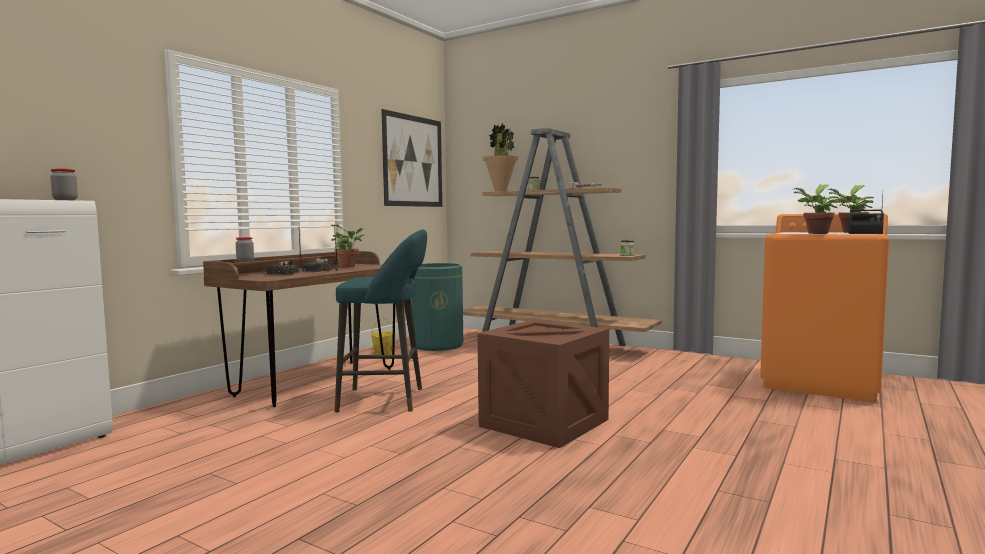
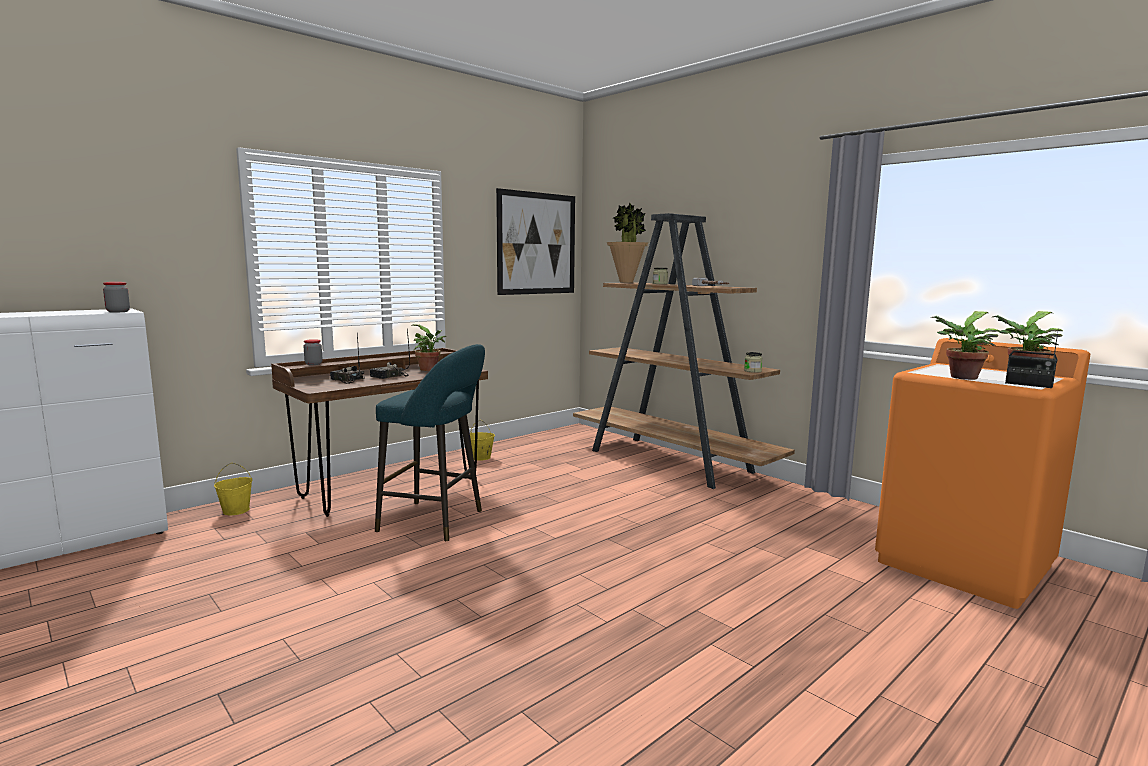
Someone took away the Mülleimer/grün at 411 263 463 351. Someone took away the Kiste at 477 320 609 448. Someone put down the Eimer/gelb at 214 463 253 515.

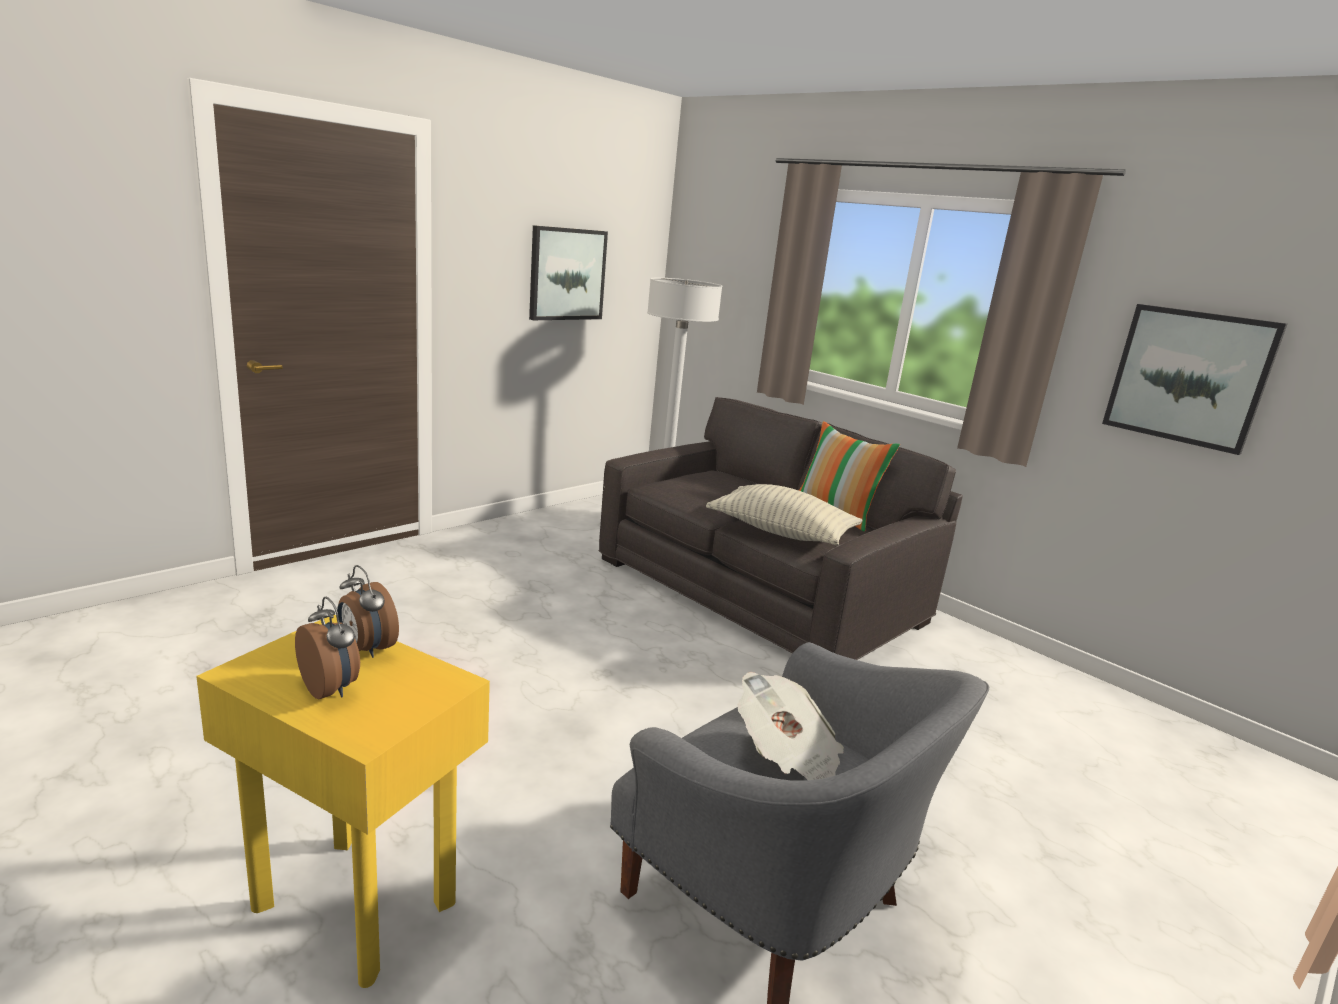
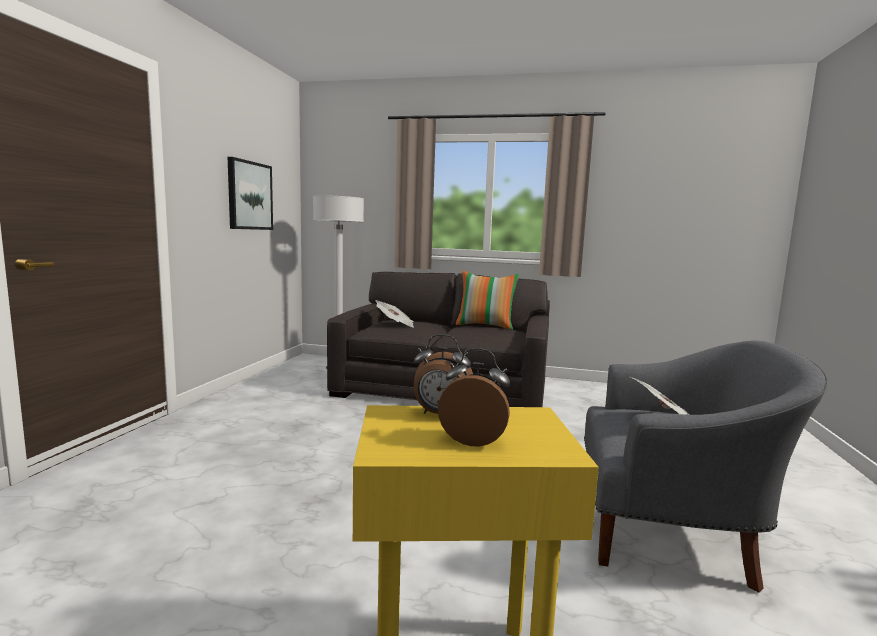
Someone took away the Kissen at 706 484 863 546. Someone took away the Bild at 1102 304 1287 455. Someone put down the Zeitung at 375 300 414 328.

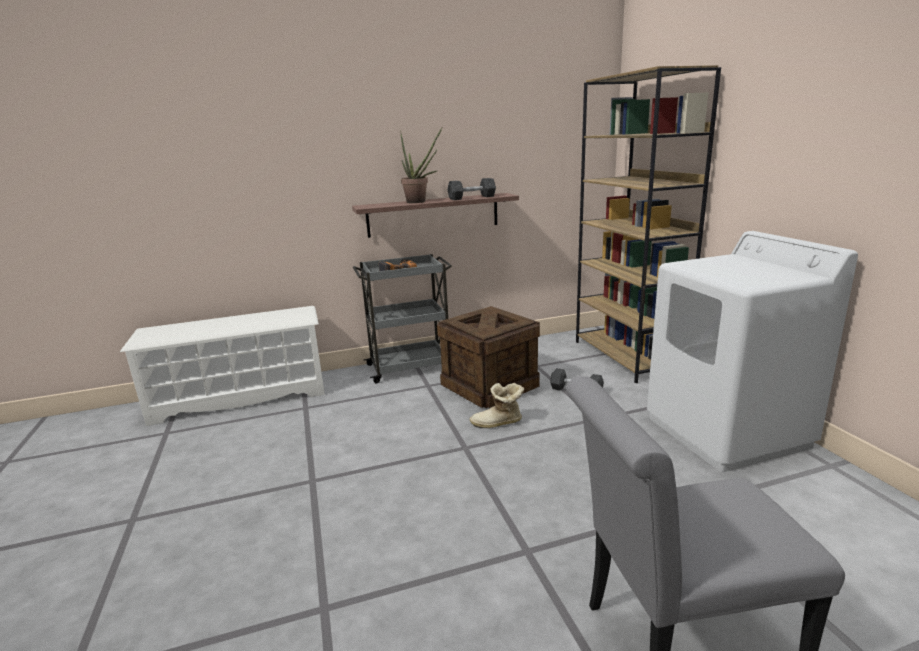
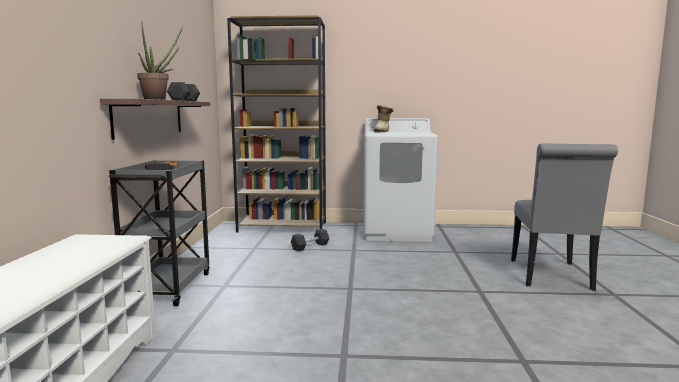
Someone took away the Kiste at 437 306 540 408. Someone carried the Stiefel from 470 383 524 428 to 374 105 394 133.

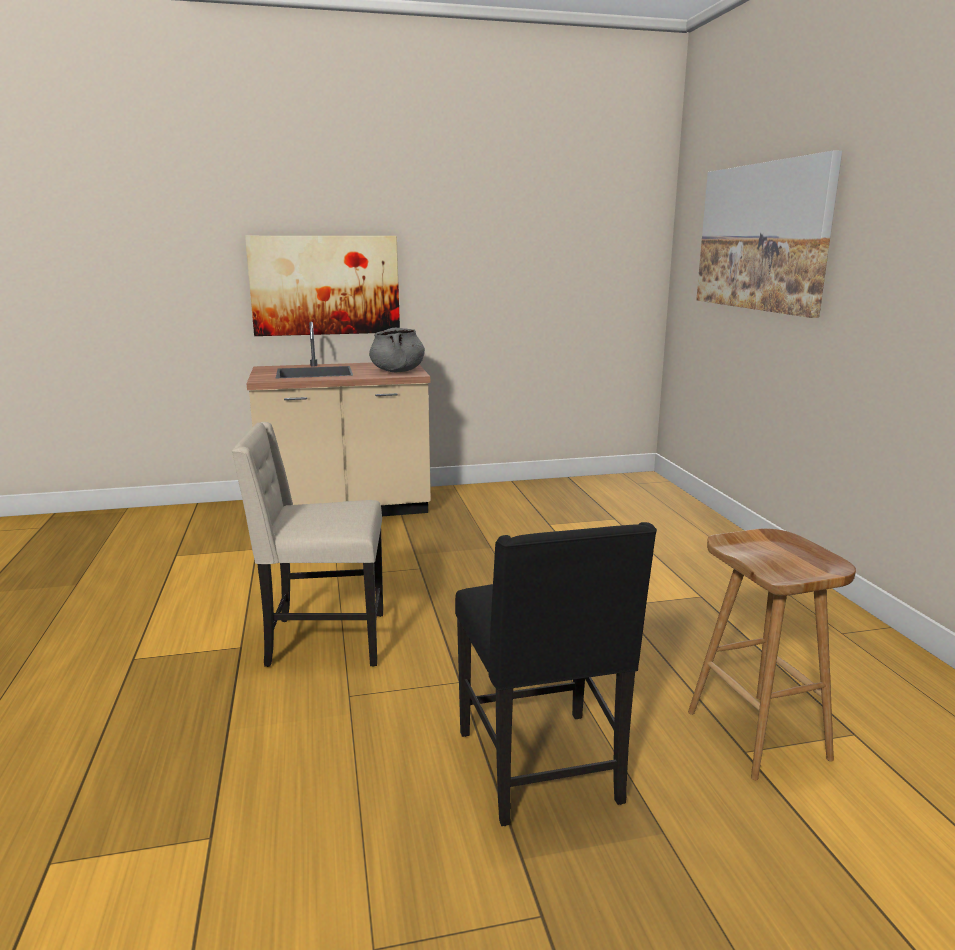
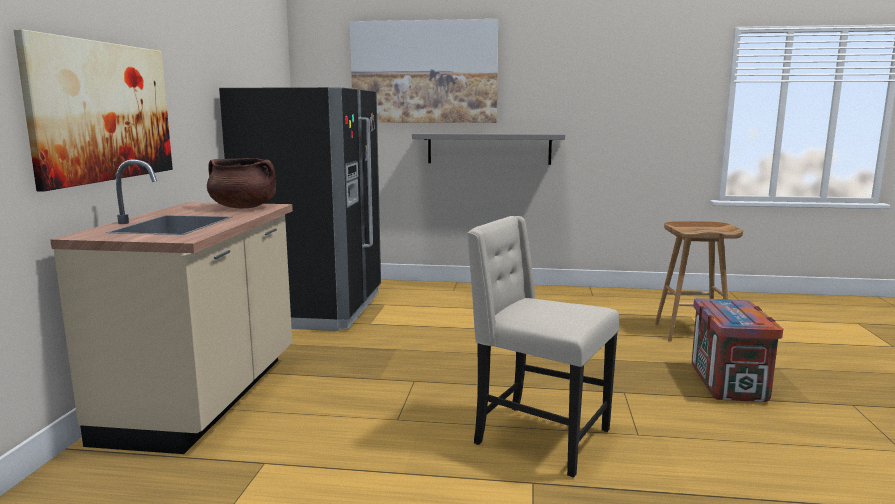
Someone rotated the Stuhl/beige at 232 422 383 667 by 105 degrees clockwise. Someone repainted the Kochtopf/grau at 369 327 425 372, which became the Kochtopf/braun at 207 158 276 208. Someone swapped the Stuhl/schwarz at 455 522 657 826 for the Kiste at 692 298 783 402. Someone put down the Kühlschrank/schwarz at 219 87 381 331. Someone put up the Wandregal/grau at 412 133 565 165.

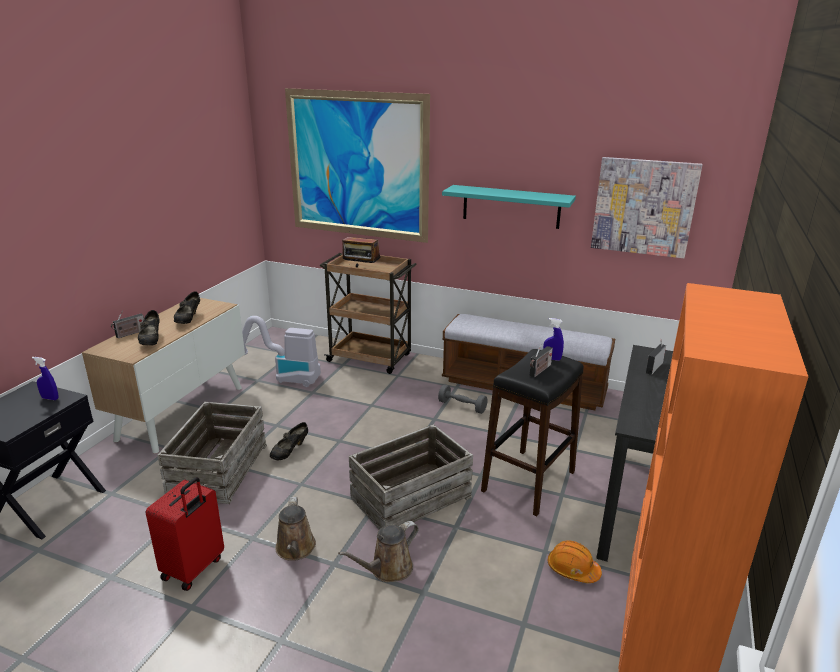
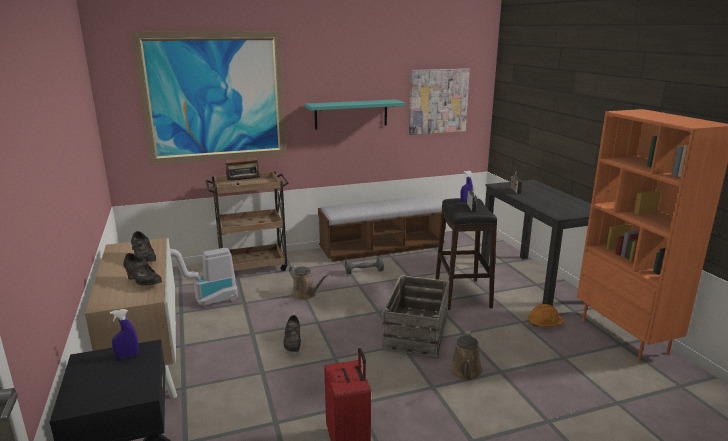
Someone took away the Radio at 111 311 144 338. Someone took away the Kiste at 157 402 267 504. Someone carried the Gießkanne/braun from 275 497 316 561 to 289 265 328 300.

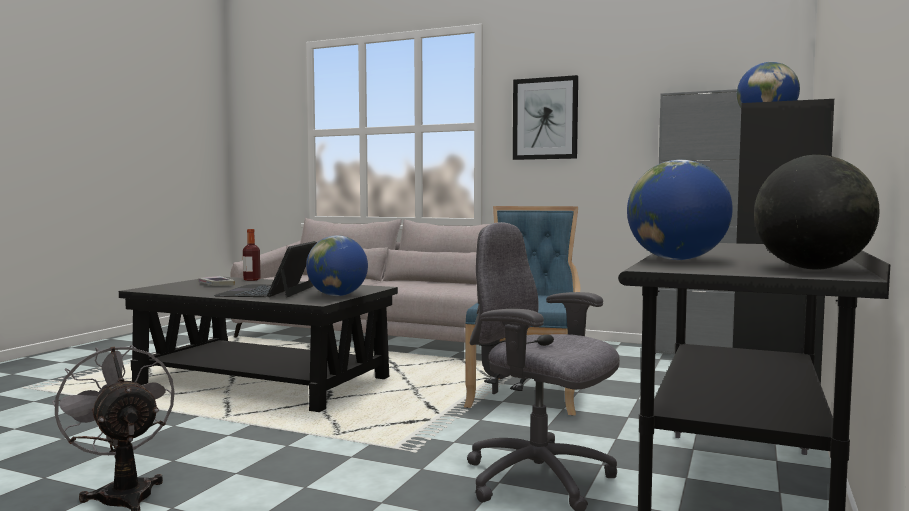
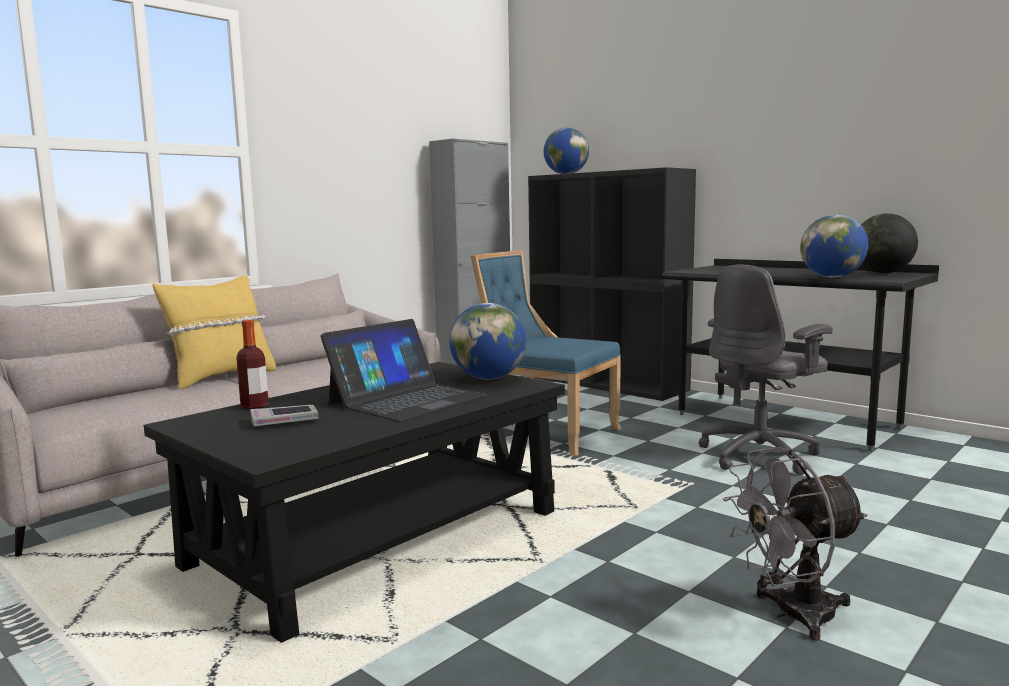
Someone rotated the Laptop at 214 241 317 298 by 75 degrees counterclockwise. Someone took away the Bild at 513 75 578 160. Someone put down the Kissen/gelb at 153 276 276 390.

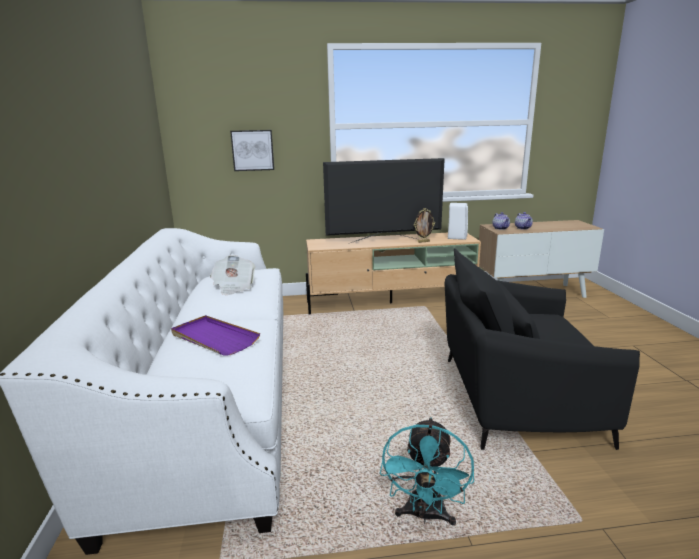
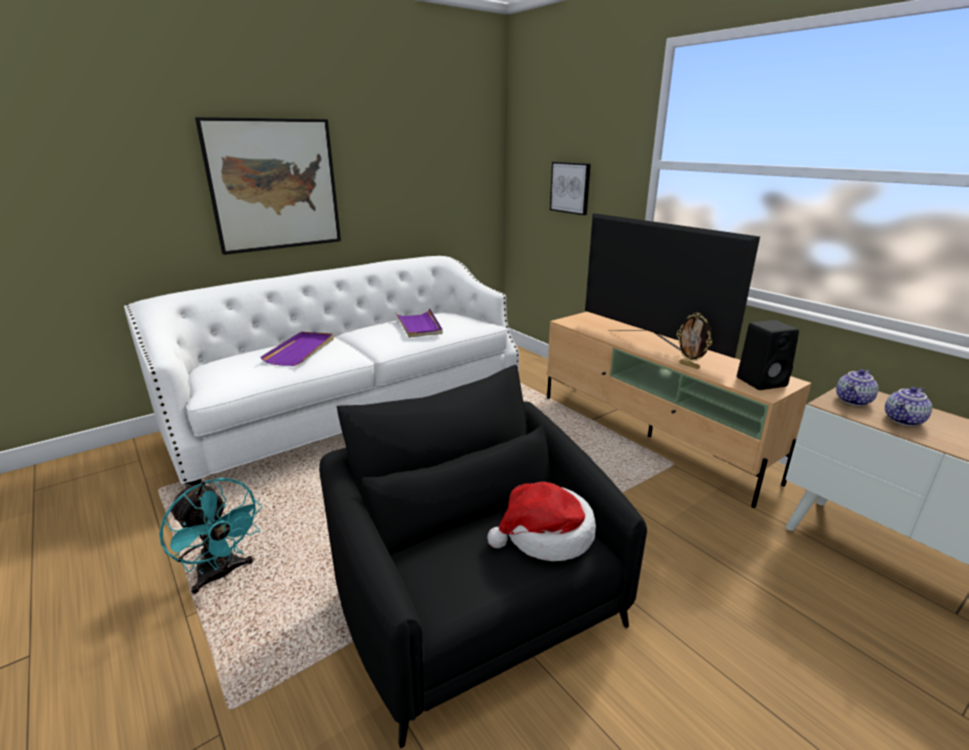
Someone swapped the Zeitung at 210 255 255 295 for the Tablett/lila at 395 308 443 338. Someone rotated the Ventilator/türkis at 380 417 474 525 by 120 degrees counterclockwise. Someone repainted the Lautsprecher/weiß at 448 203 468 240, which became the Lautsprecher/schwarz at 737 320 799 390. Someone put up the Bild at 195 117 341 255. Someone put down the Hut at 487 482 596 561.

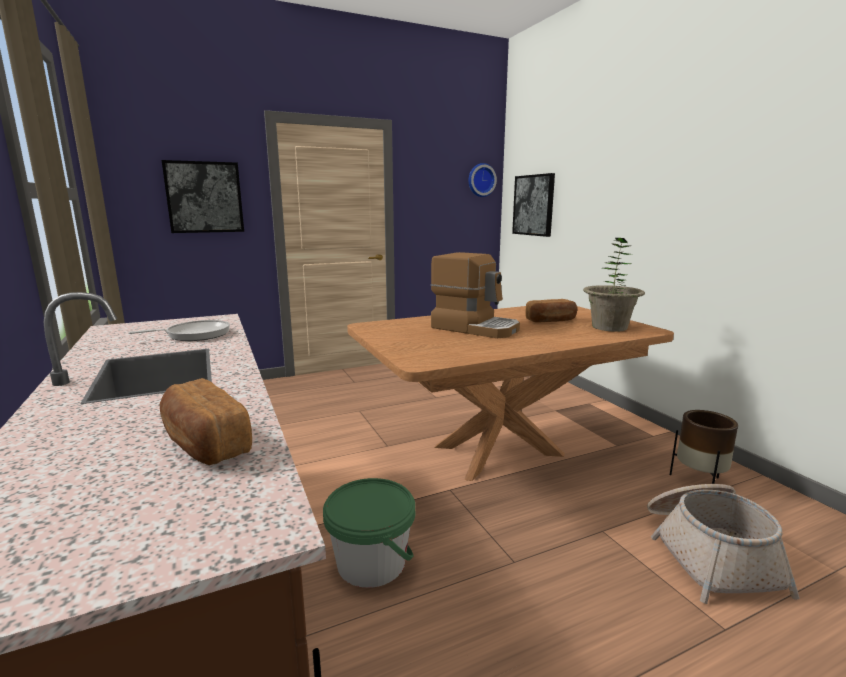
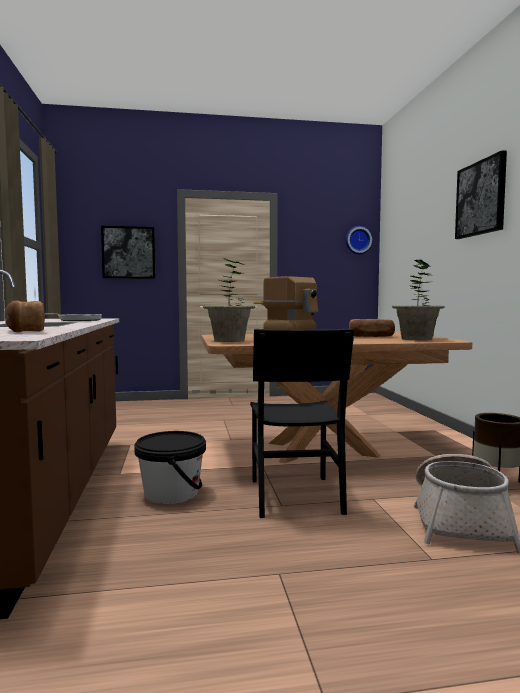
Someone repainted the Eimer/grün at 323 478 415 588, which became the Eimer/schwarz at 134 431 206 504. Someone carried the Bild from 512 173 555 237 to 455 150 507 239. Someone put down the Topfpflanze at 203 258 255 342. Someone put down the Stuhl/schwarz at 250 328 354 518.

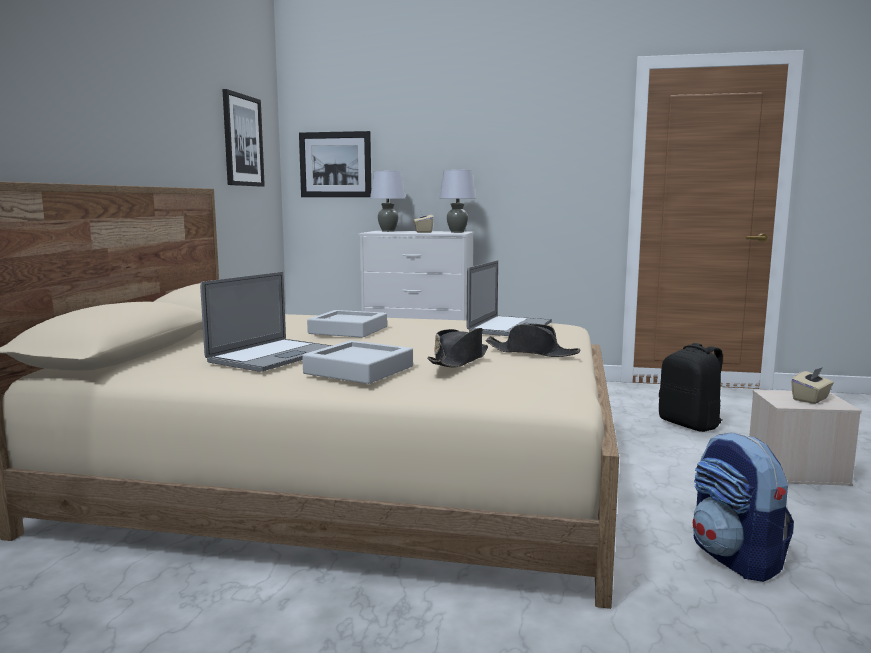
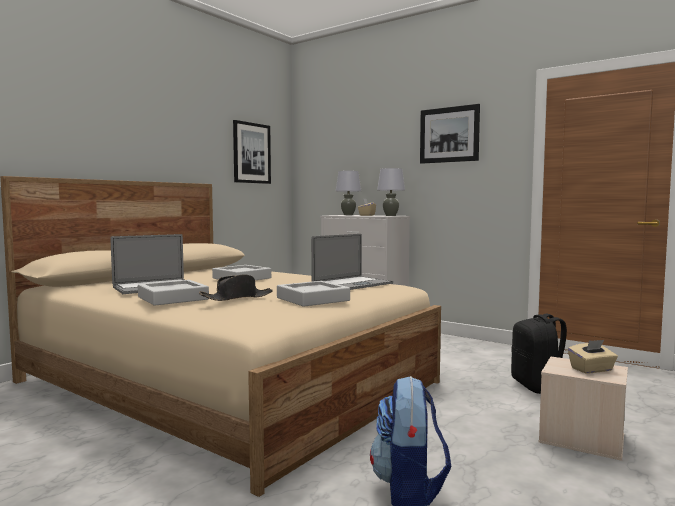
Someone carried the Bild from 299 131 371 197 to 420 104 480 164. Someone swapped the Hut/schwarz at 486 324 580 357 for the Tablett/grau at 277 281 350 307.

